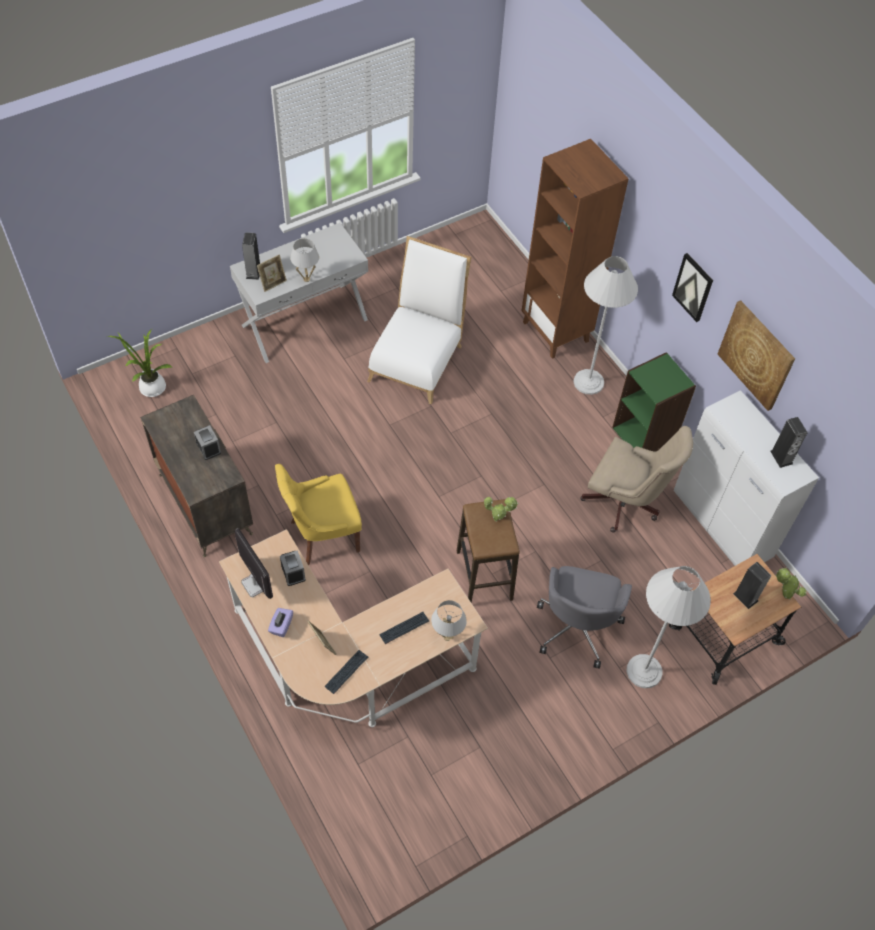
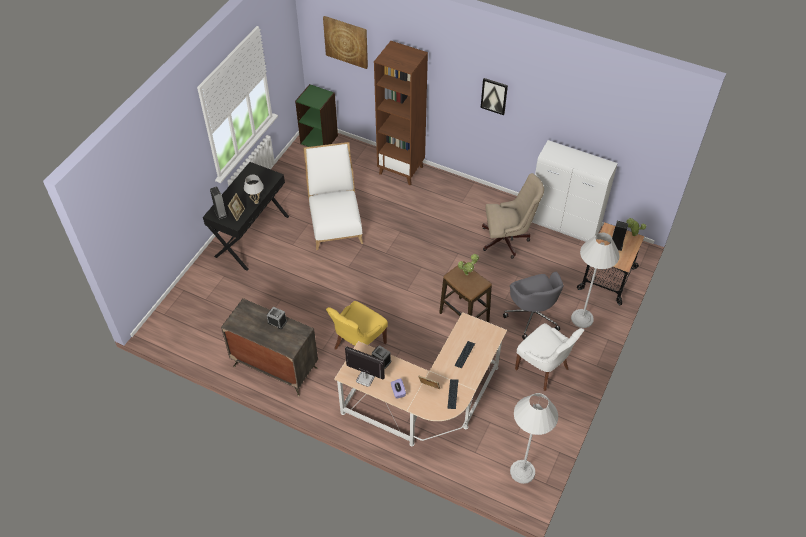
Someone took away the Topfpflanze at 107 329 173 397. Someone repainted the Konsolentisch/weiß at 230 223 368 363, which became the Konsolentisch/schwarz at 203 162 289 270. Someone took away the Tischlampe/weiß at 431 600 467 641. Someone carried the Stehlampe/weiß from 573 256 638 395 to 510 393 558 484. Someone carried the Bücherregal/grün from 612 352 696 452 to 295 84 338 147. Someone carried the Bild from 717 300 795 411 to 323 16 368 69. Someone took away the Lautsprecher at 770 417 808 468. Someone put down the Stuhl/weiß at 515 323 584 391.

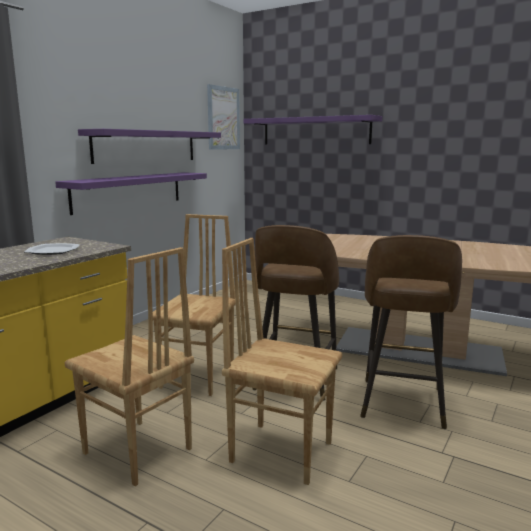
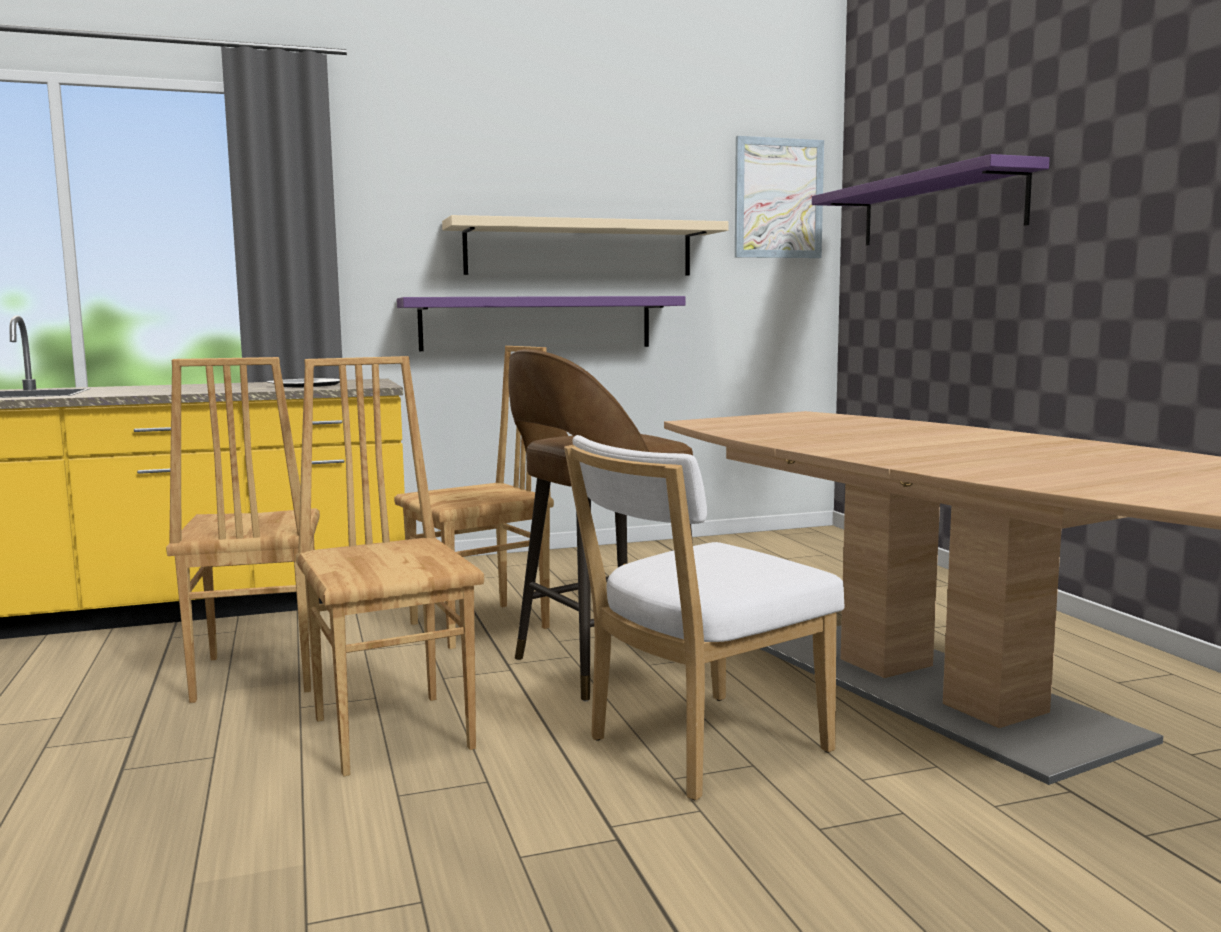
Someone repainted the Wandregal/lila at 78 129 221 164, which became the Wandregal/beige at 442 215 729 276. Someone swapped the Hocker/braun at 360 235 462 429 for the Stuhl/weiß at 564 435 845 800.

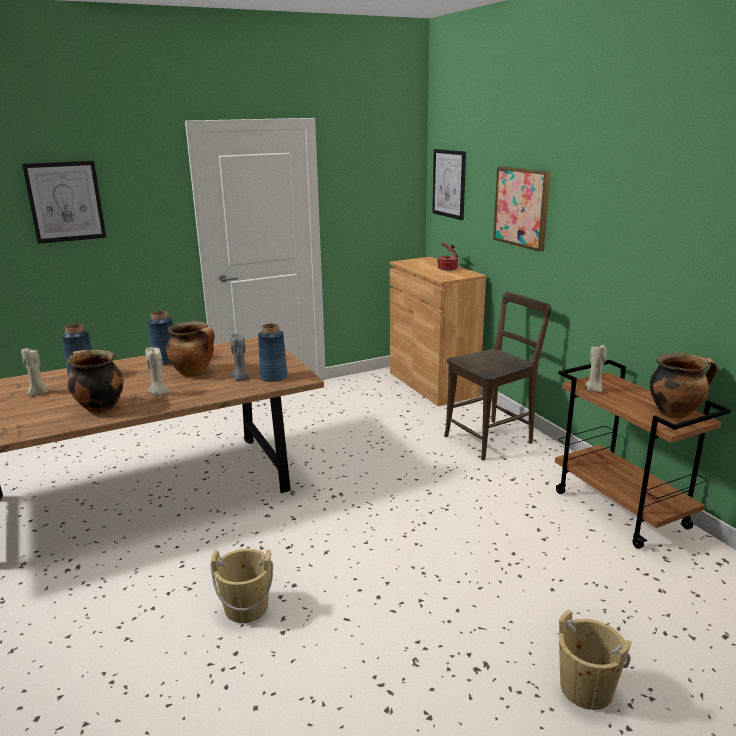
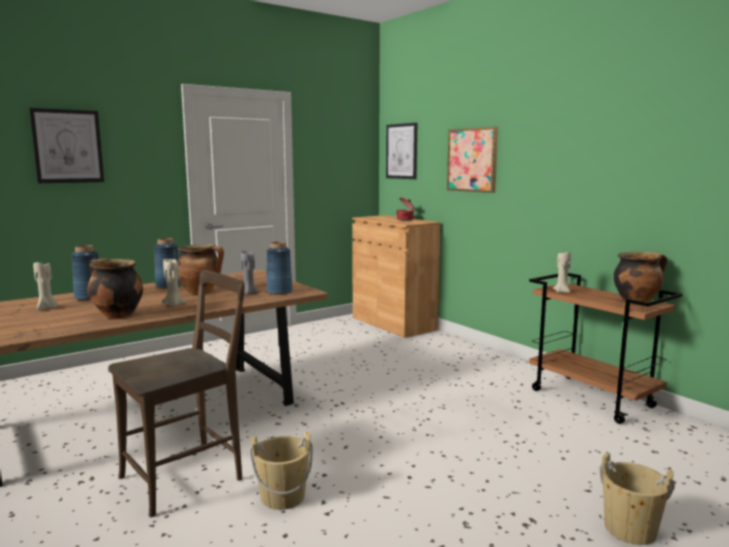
Someone carried the Stuhl/braun from 444 292 551 461 to 108 270 245 517.

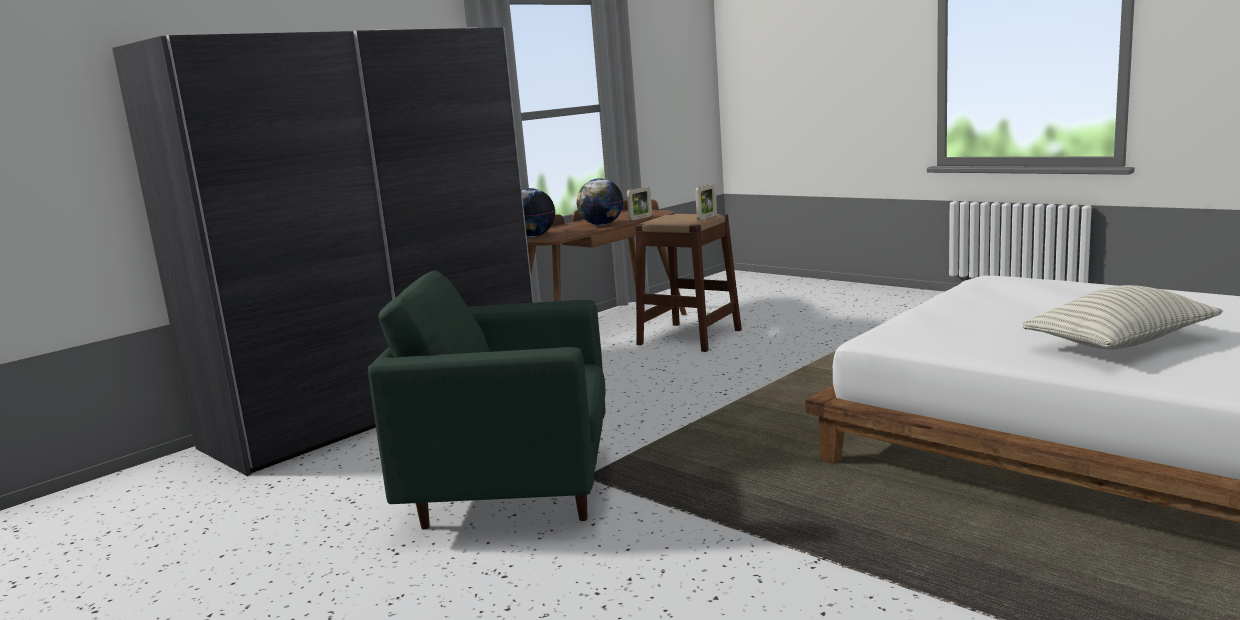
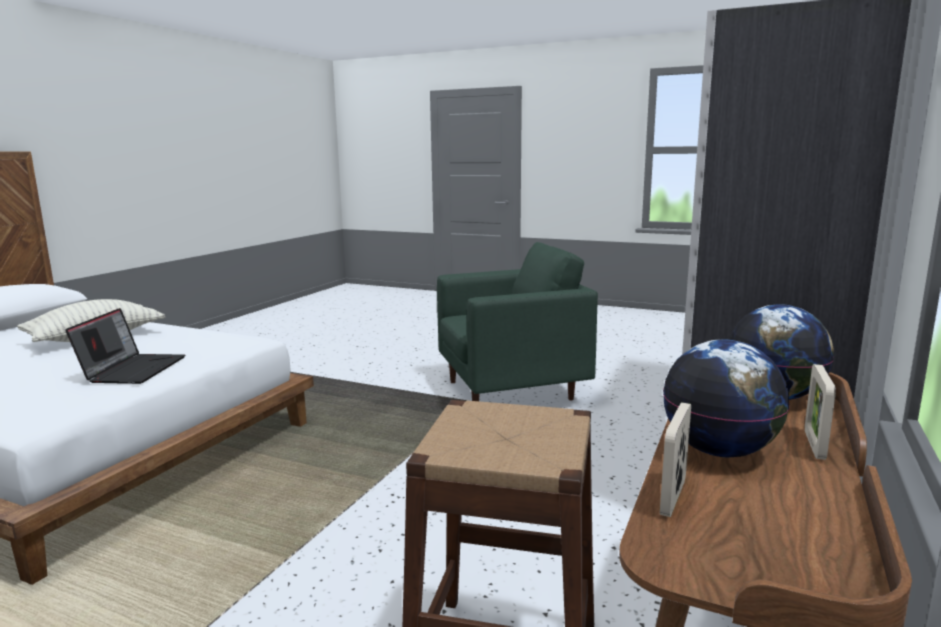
Someone carried the Bilderrahmen from 695 184 717 220 to 805 364 836 460. Someone put down the Laptop at 65 308 185 384.

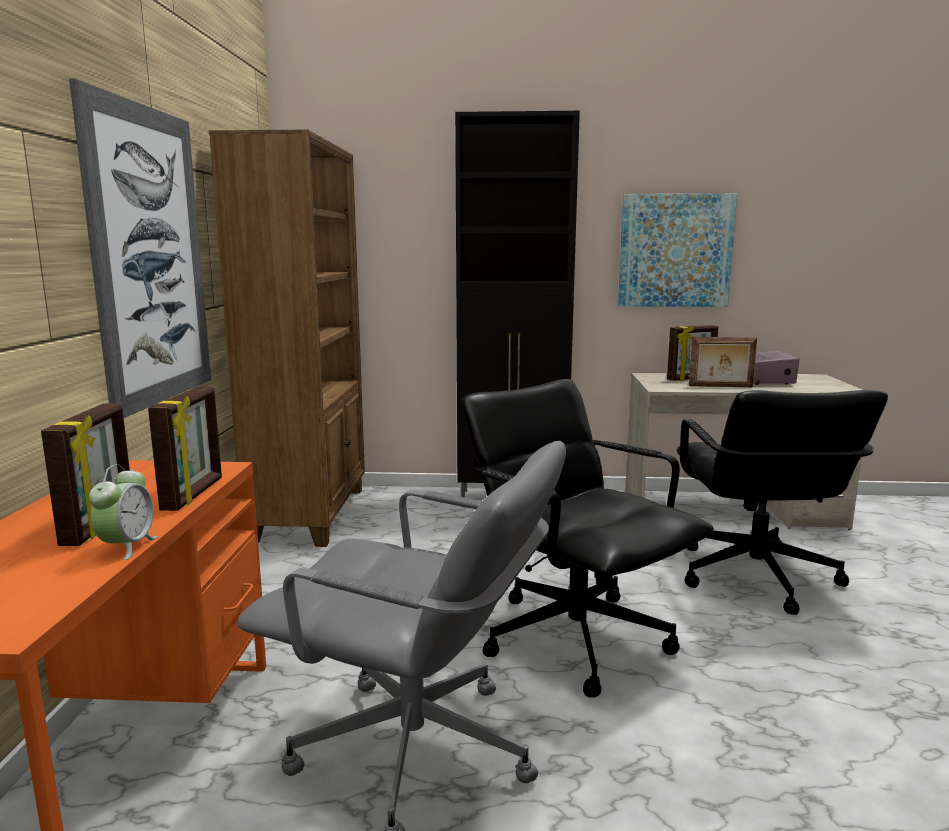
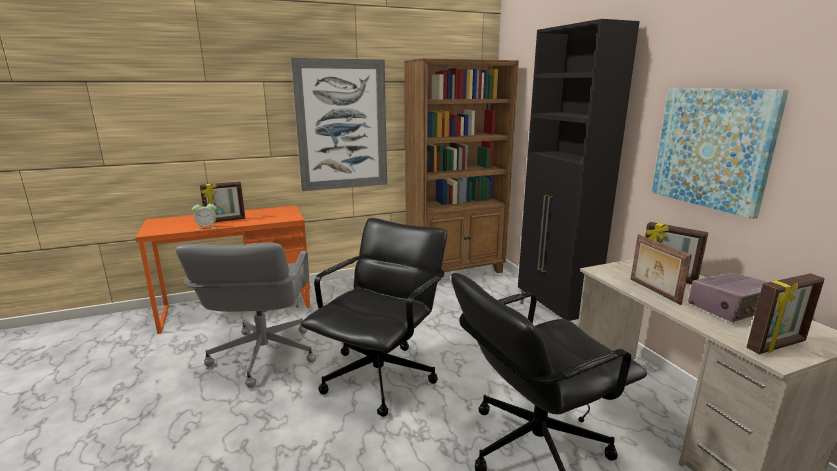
Someone carried the Bilderrahmen from 148 387 222 511 to 746 273 825 354.

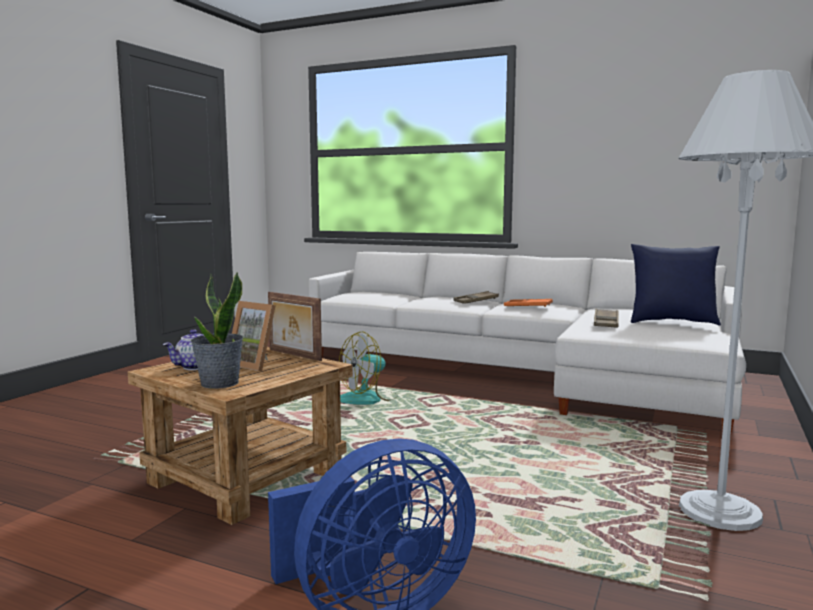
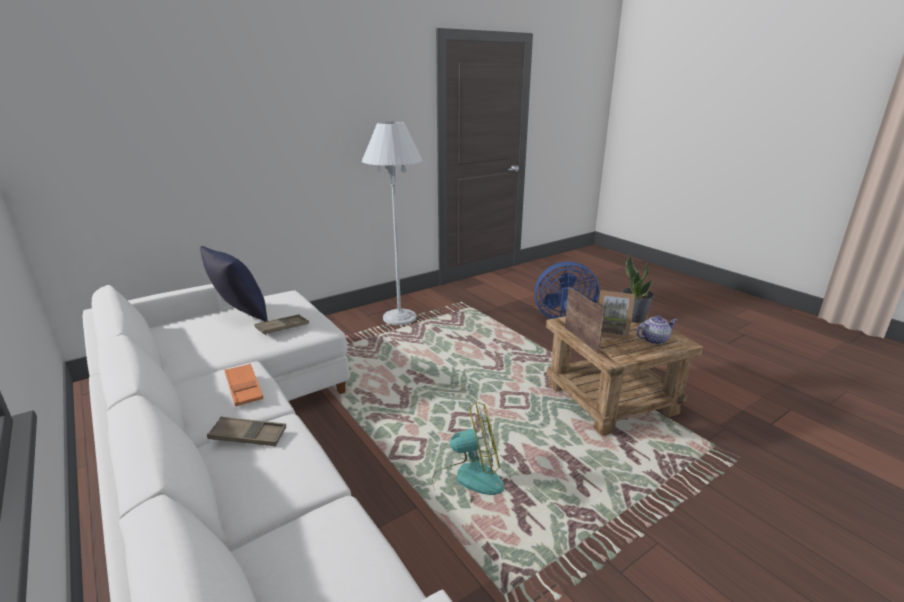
Someone rotated the Bilderrahmen at 232 301 276 371 by 135 degrees clockwise.

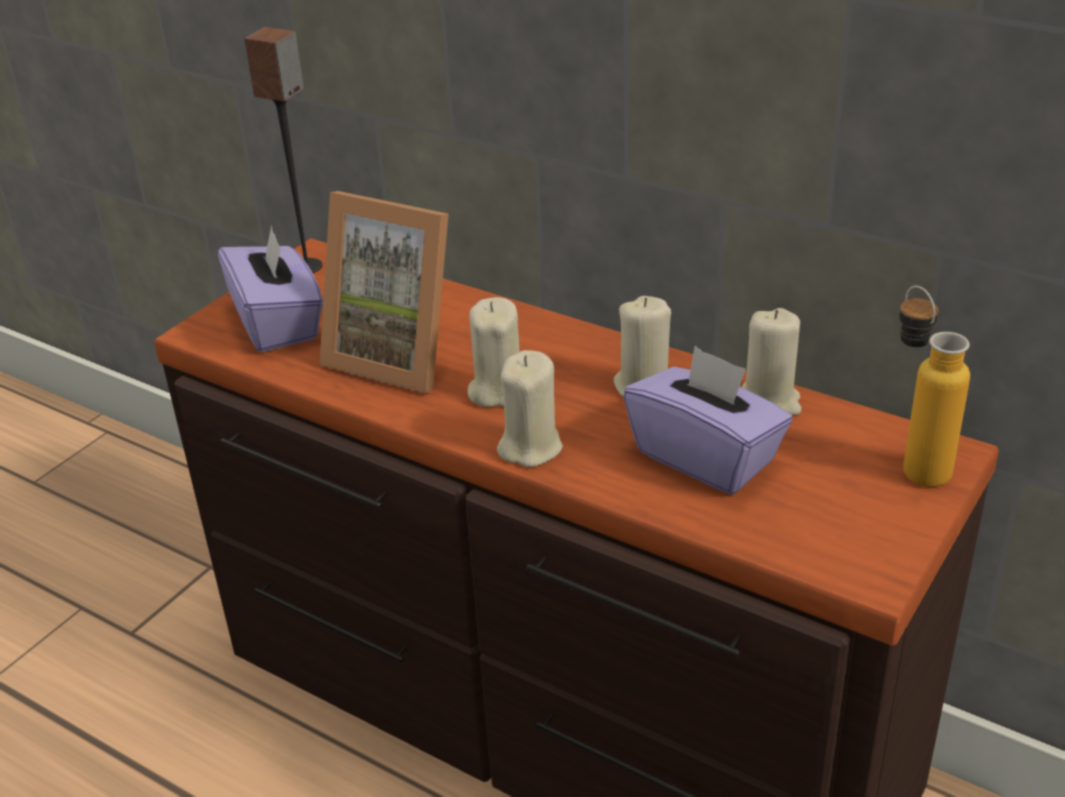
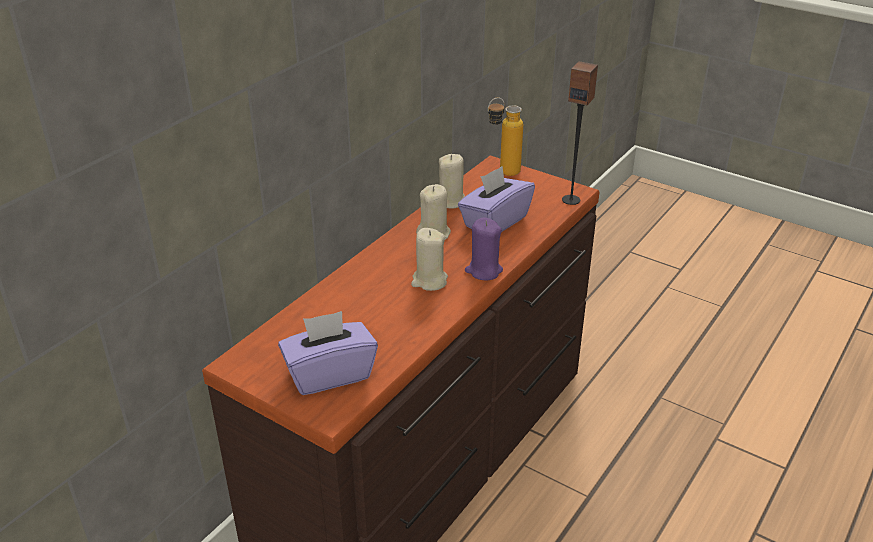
Someone carried the Lautsprecher from 244 27 323 273 to 562 61 598 205. Someone took away the Bilderrahmen at 320 191 449 393. Someone repainted the Kerze/beige at 497 350 563 467, which became the Kerze/lila at 465 217 503 280.

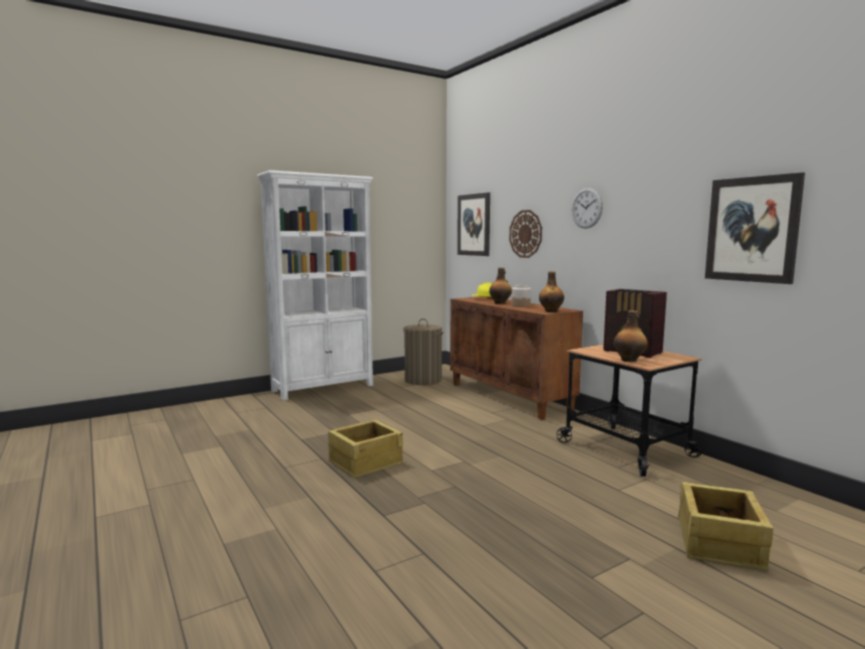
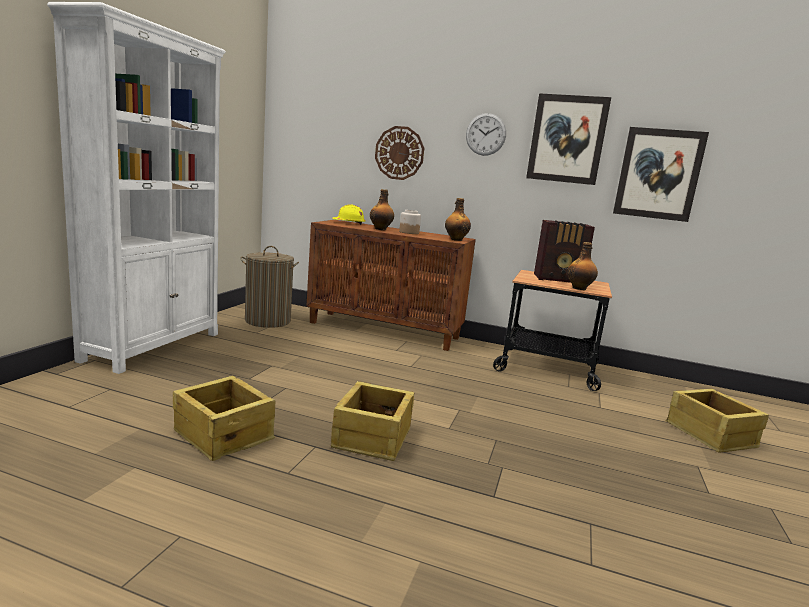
Someone carried the Bild from 457 192 490 256 to 526 93 611 185. Someone put down the Kiste at 173 376 276 461.

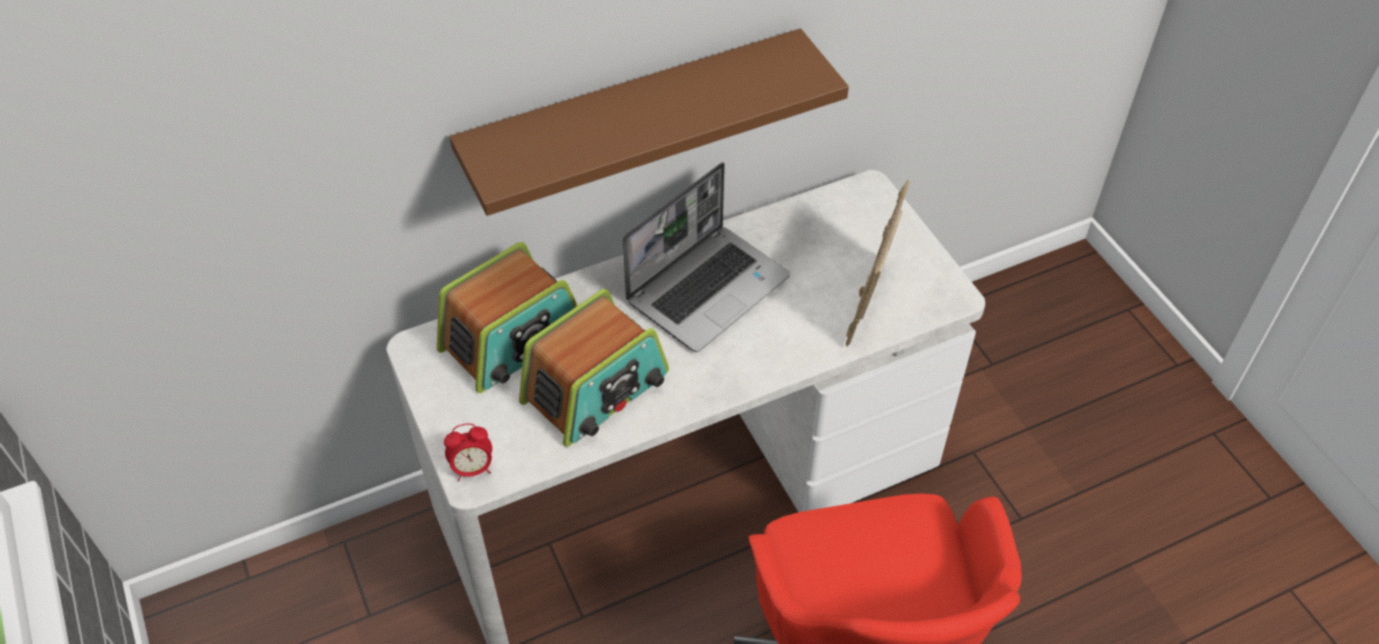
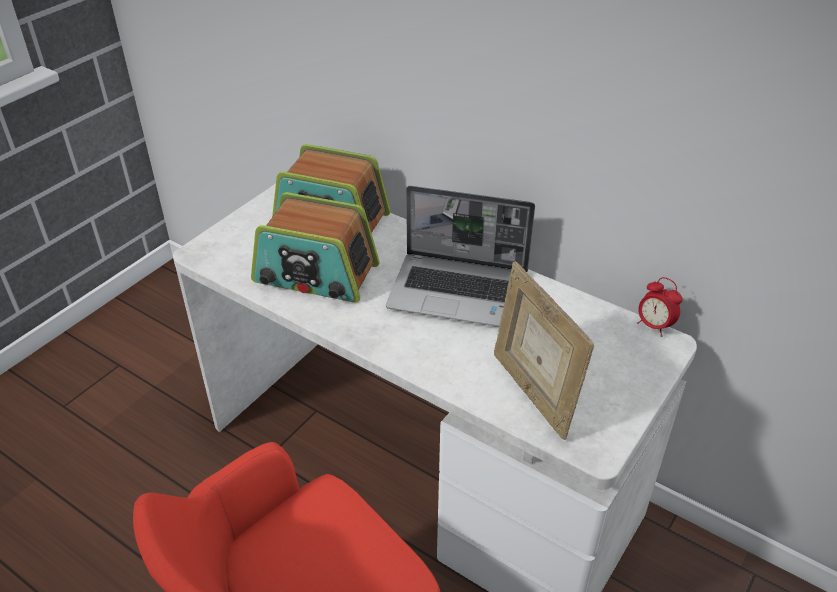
Someone carried the Wecker from 444 423 492 481 to 637 277 683 337. Someone took away the Wandregal/braun at 450 28 849 216. Someone rotated the Bilderrahmen at 846 180 909 347 by 105 degrees counterclockwise.

